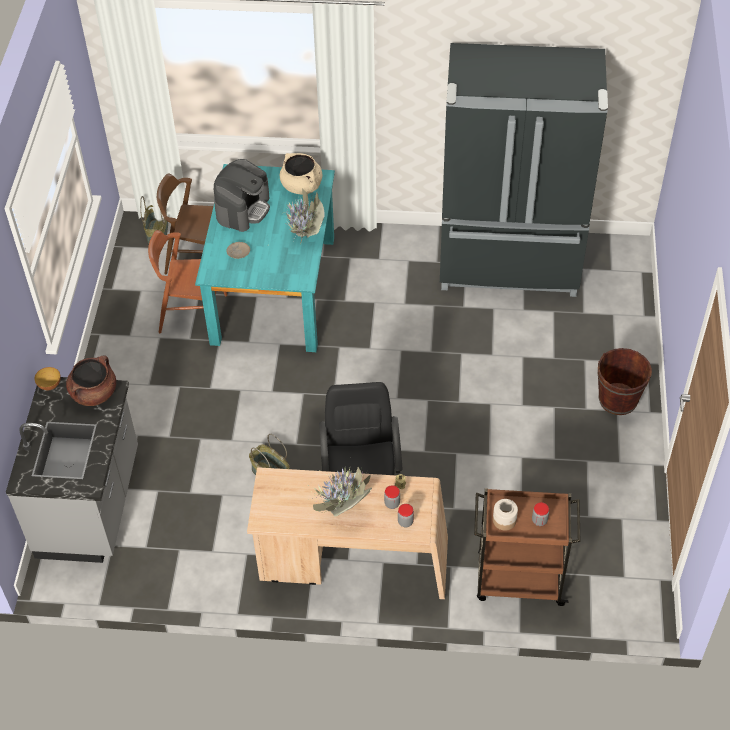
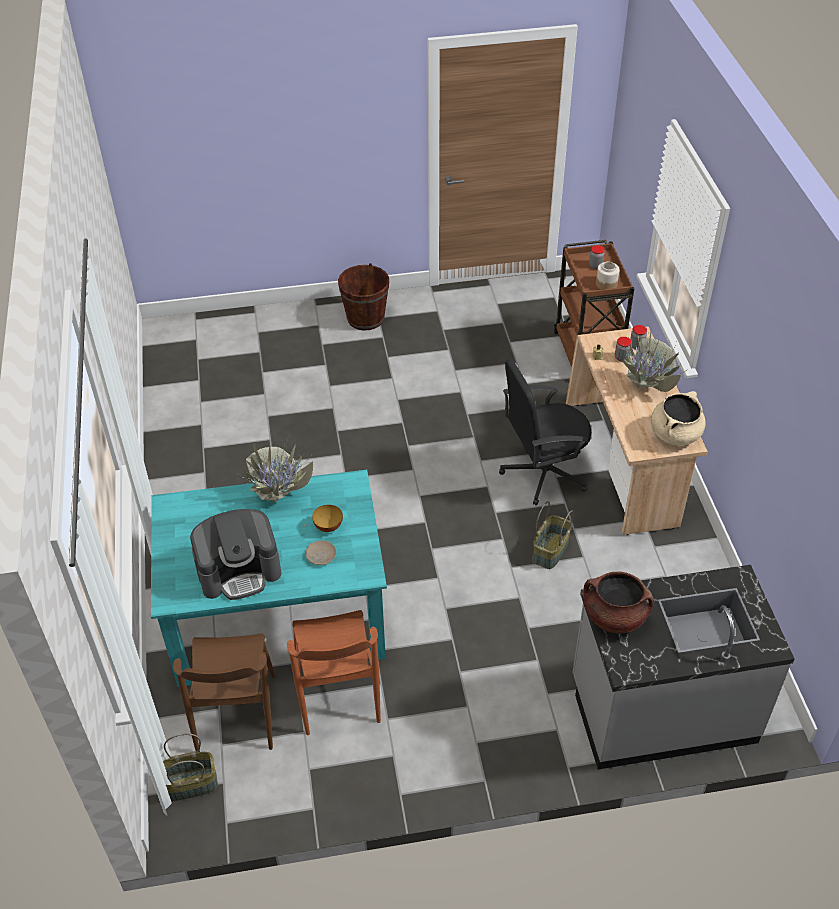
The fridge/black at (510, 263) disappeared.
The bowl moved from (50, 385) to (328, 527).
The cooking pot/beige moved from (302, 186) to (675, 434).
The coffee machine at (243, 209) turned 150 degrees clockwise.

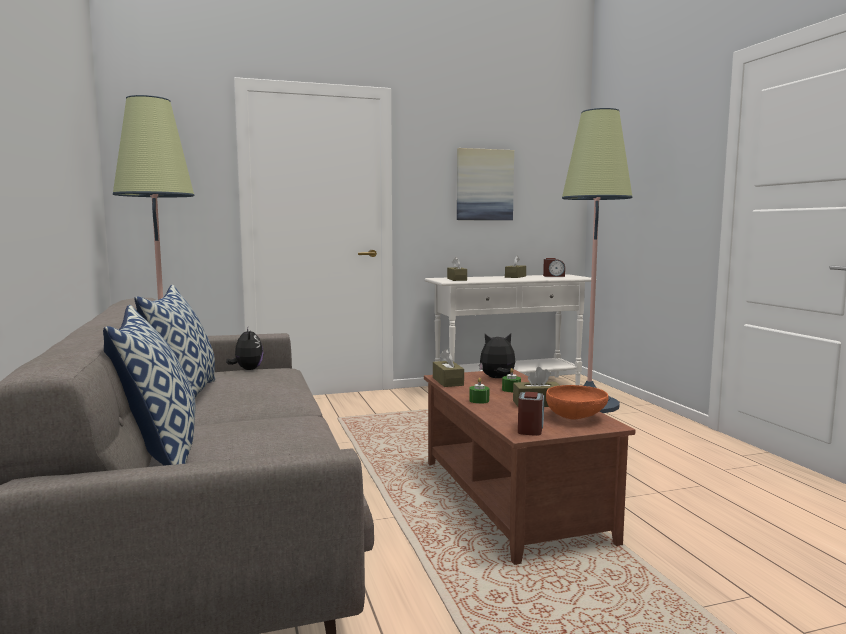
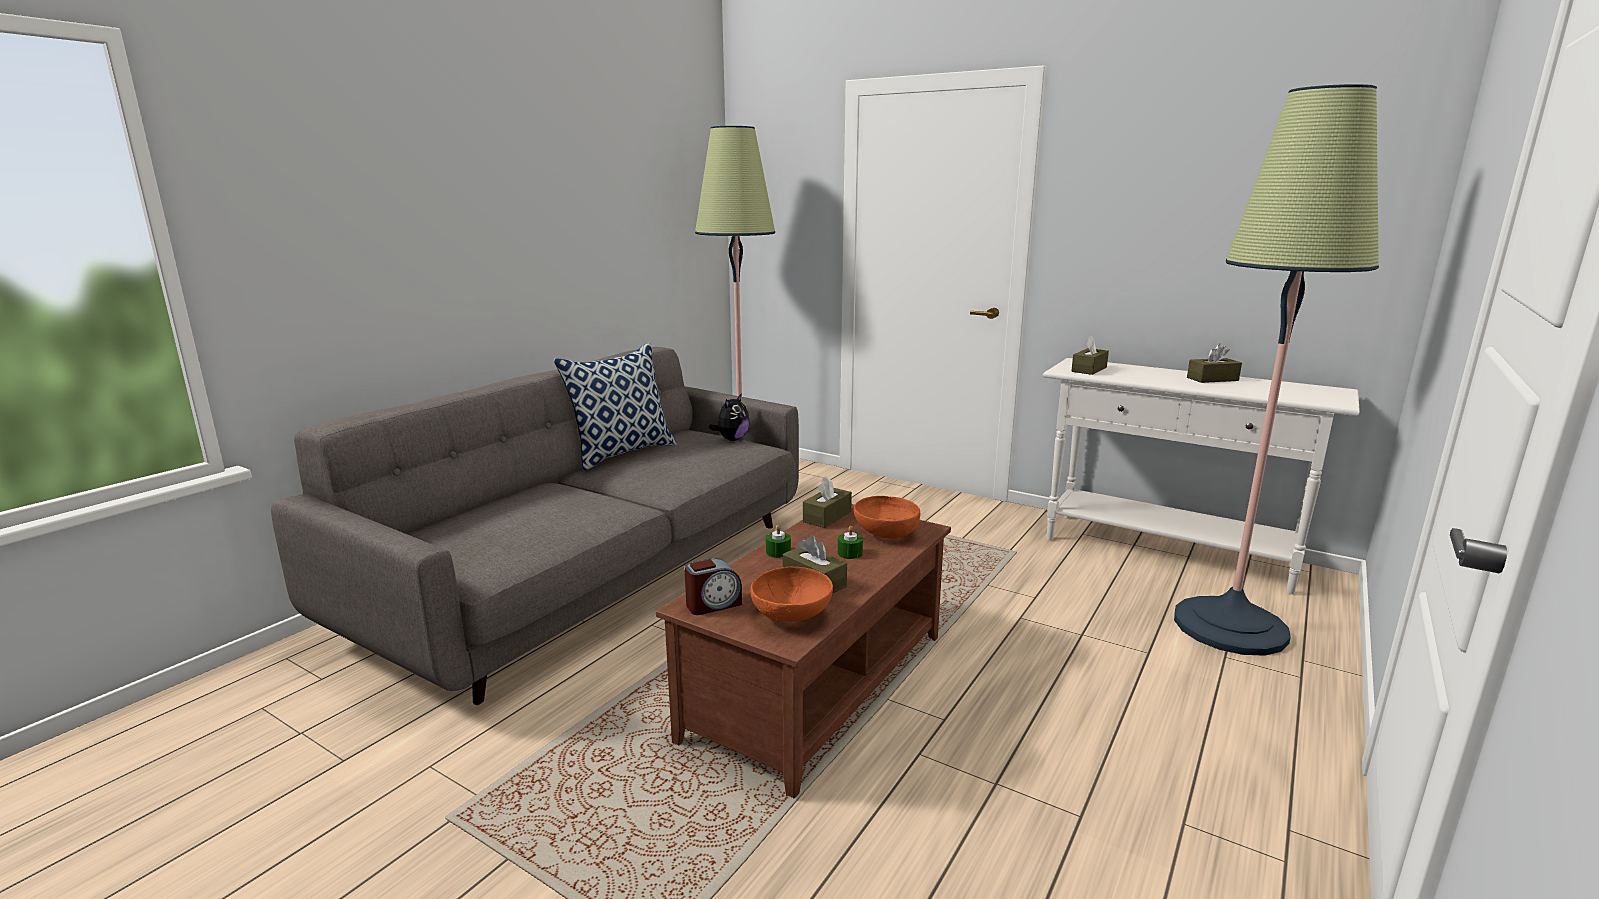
The pillow at (158, 454) disappeared.
The picture at (484, 185) disappeared.
The alarm clock at (553, 276) disappeared.
The plush toy at (497, 378) was replaced by the bowl/orange at (885, 533).

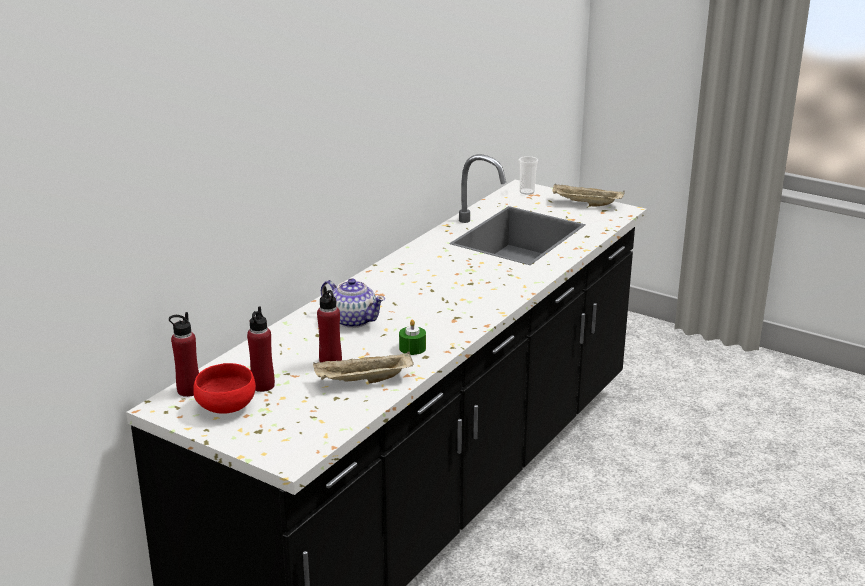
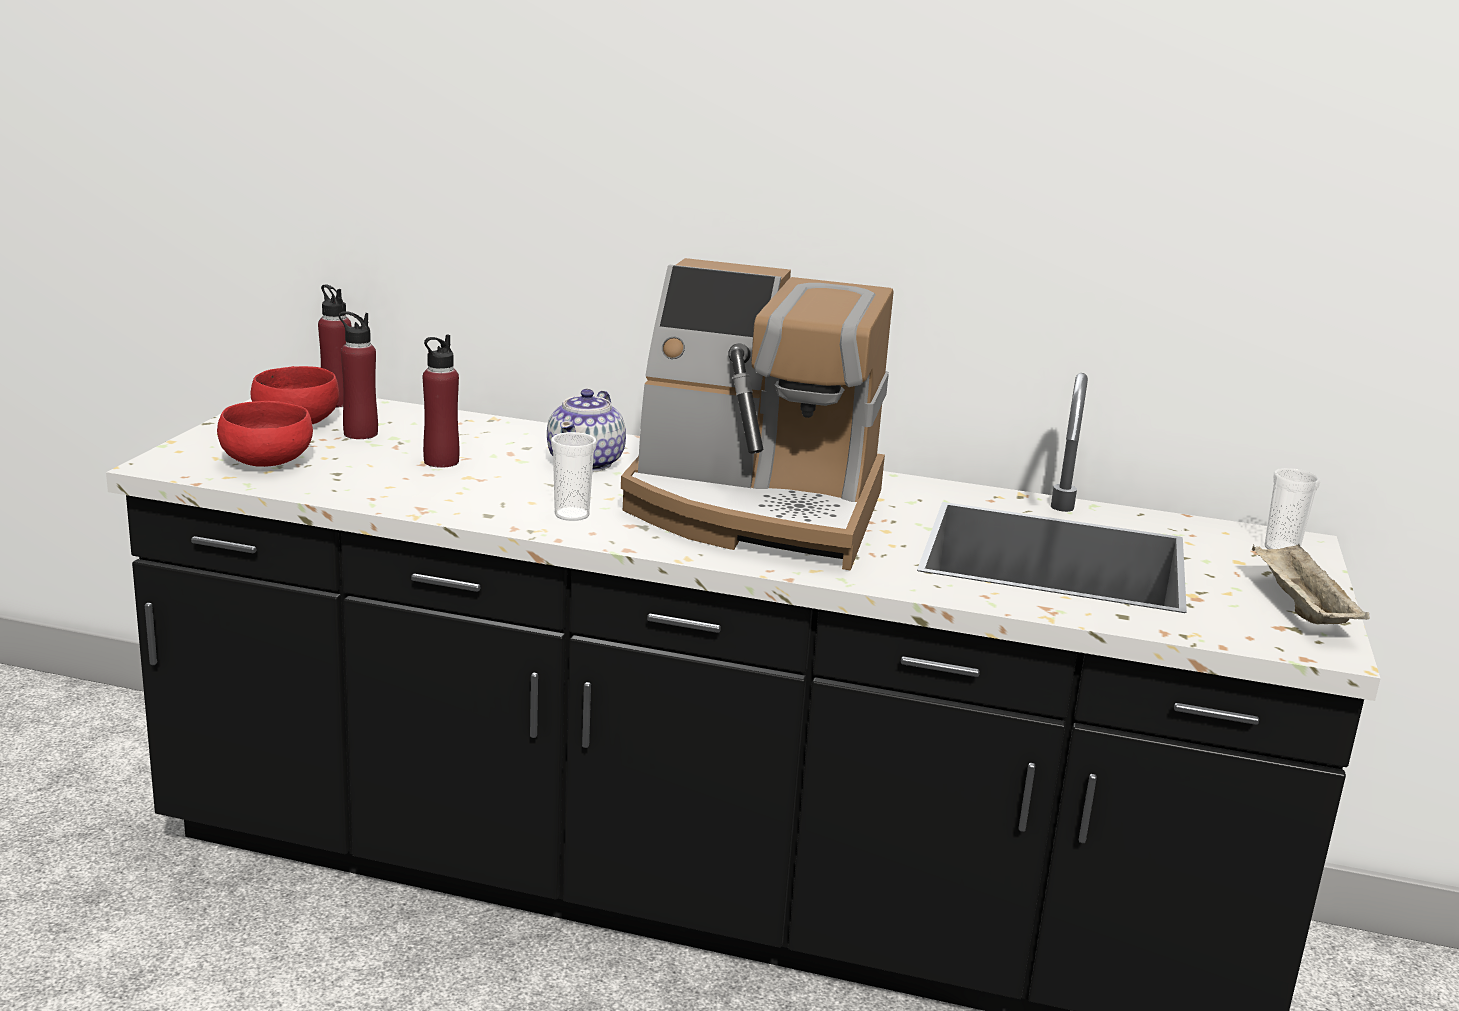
The tray/beige at (363, 381) disappeared.
The candle/green at (412, 348) disappeared.
The bowl/red at (269, 463) appeared.
The cup at (572, 515) appeared.
The coffee machine at (756, 510) appeared.

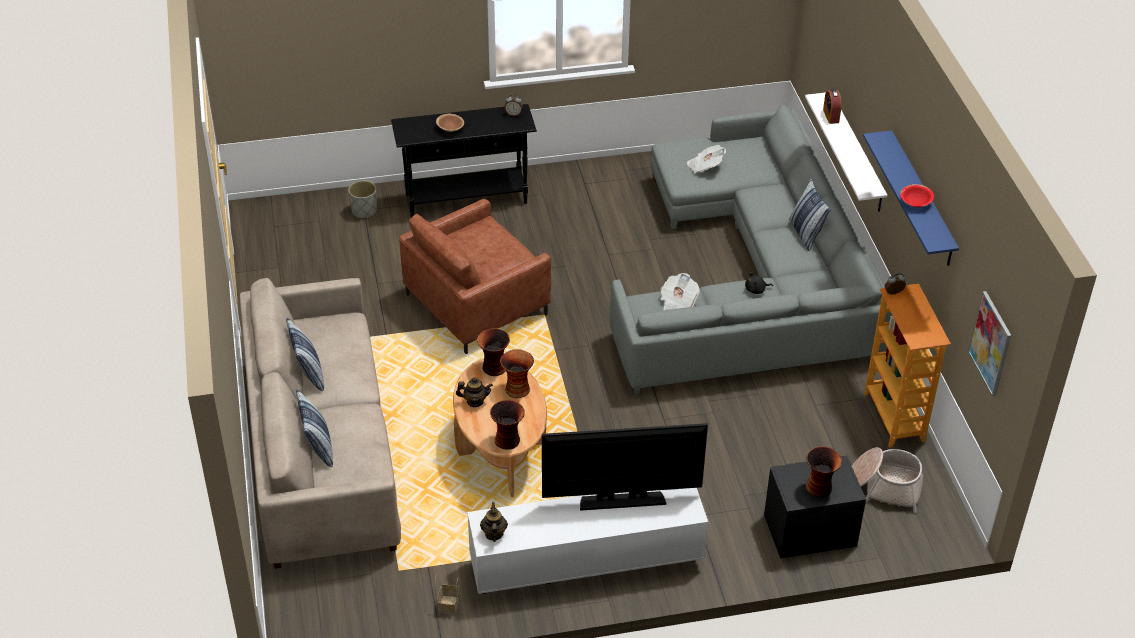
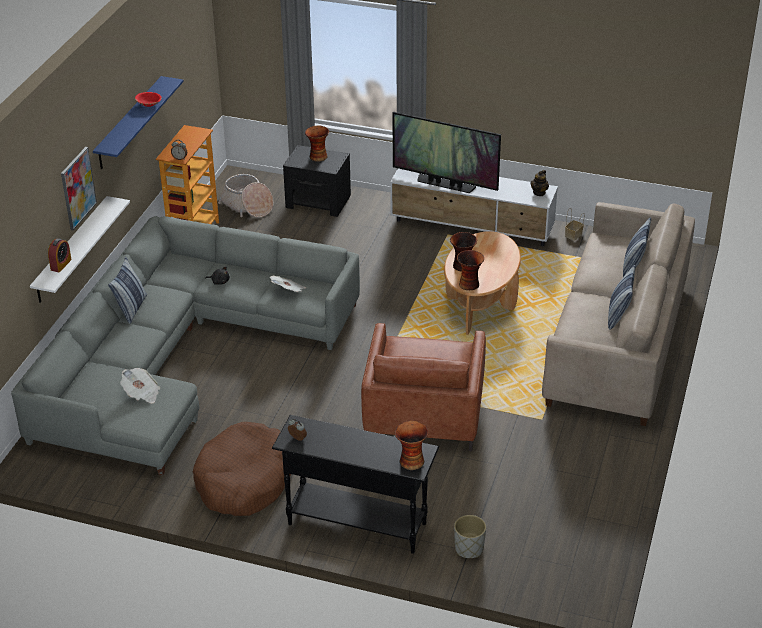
The bowl/brown at (450, 128) disappeared.
The teapot at (475, 401) disappeared.
The dog bed/brown at (244, 480) appeared.
The vase moved from (508, 440) to (411, 461).
The picture moved from (990, 343) to (78, 188).
The armchair/brown at (476, 304) turned 105 degrees clockwise.

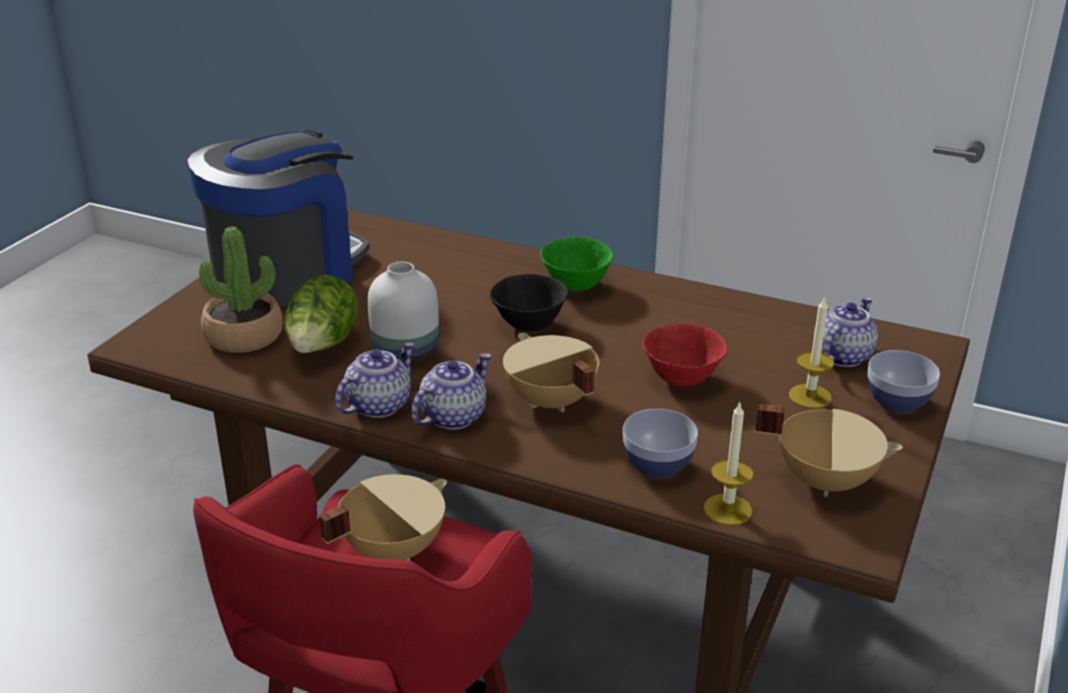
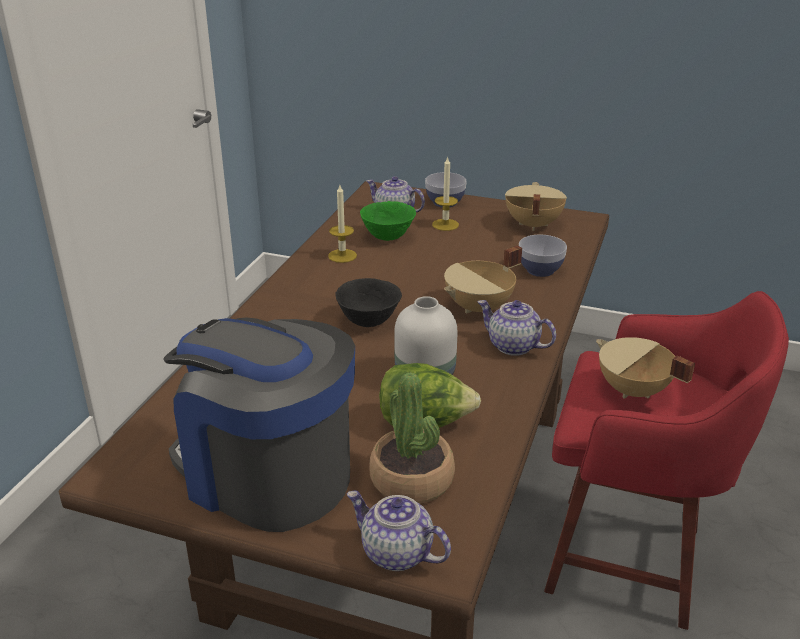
The bowl/red at (683, 379) disappeared.
The teapot moved from (378, 405) to (396, 553).
The bowl/green moved from (575, 286) to (388, 237).
The candle moved from (727, 509) to (342, 256).

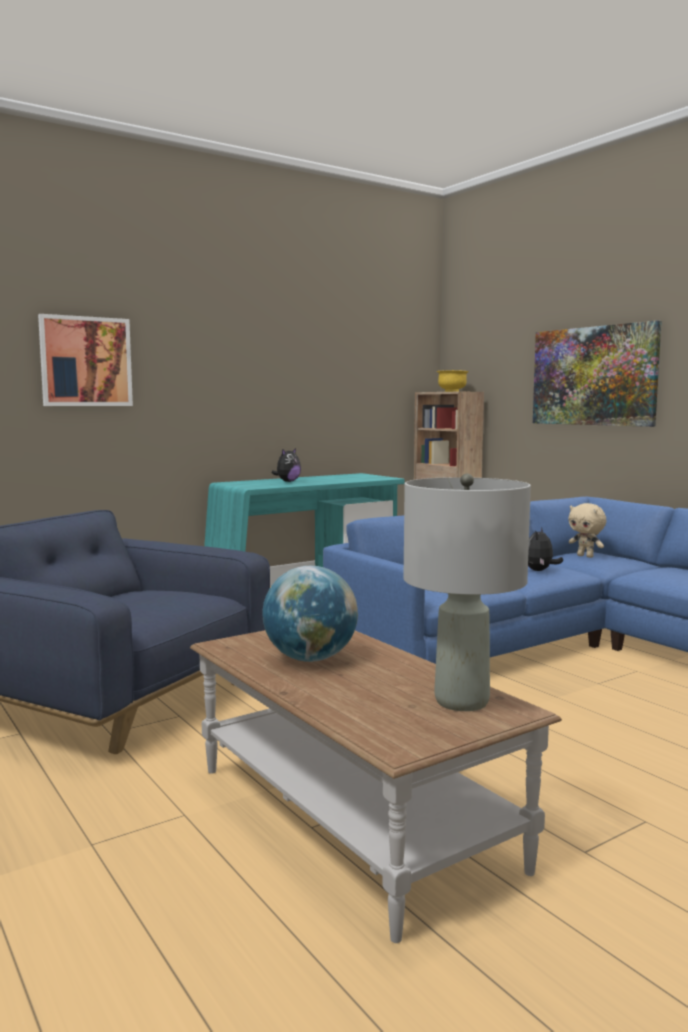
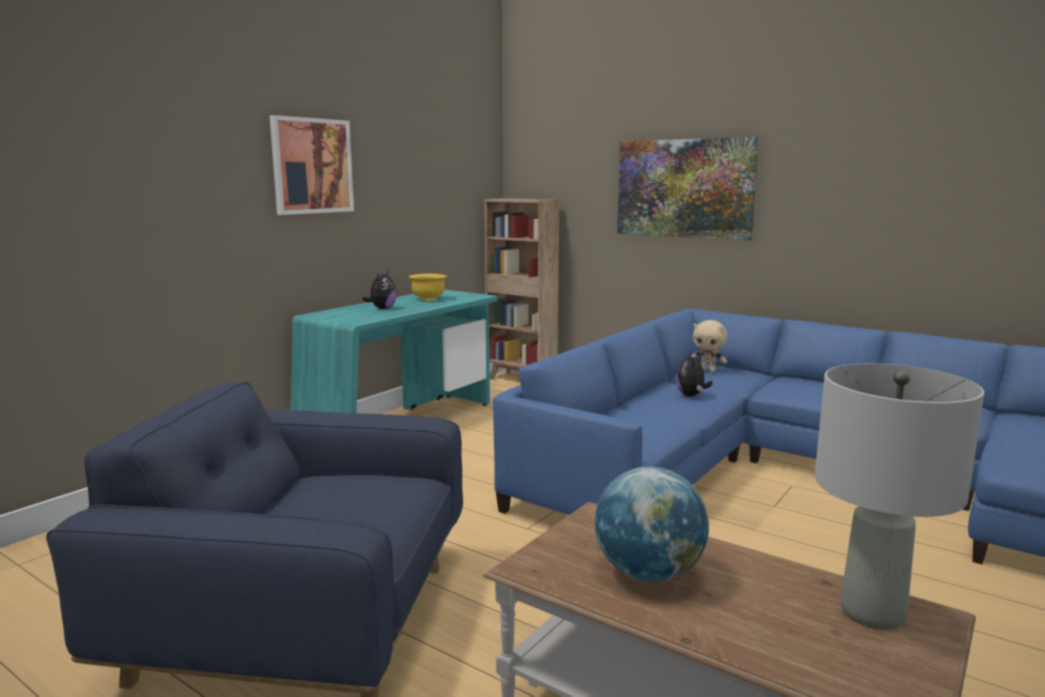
The picture moved from (86, 361) to (312, 166).
The bowl/yellow moved from (452, 391) to (428, 299).

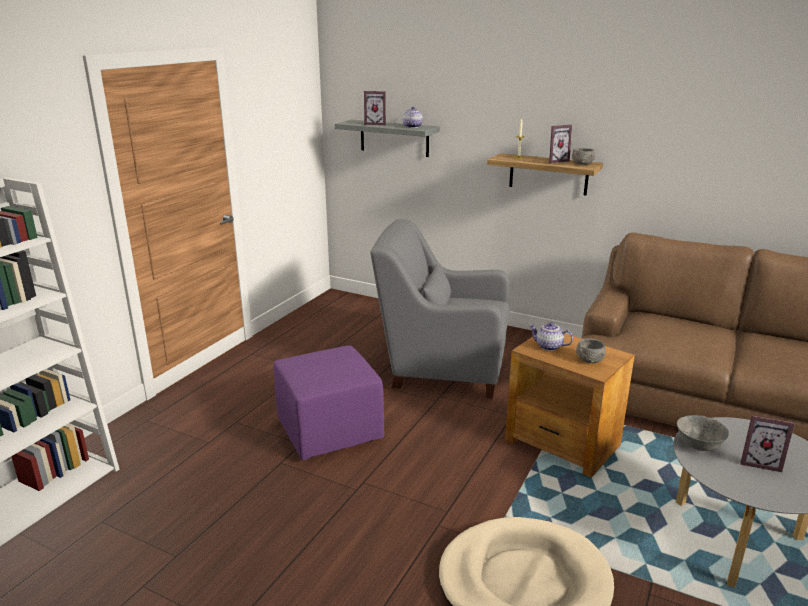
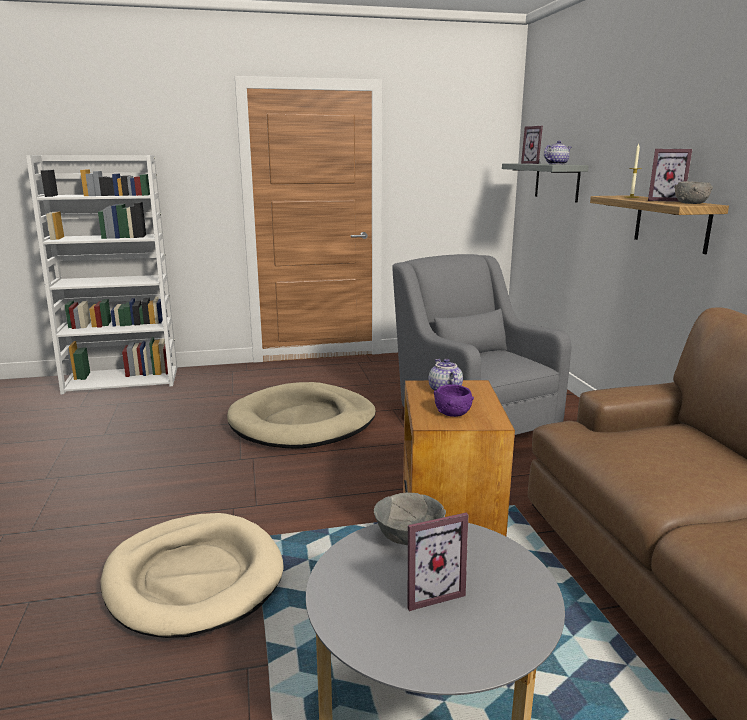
The ottoman/purple at (330, 430) was replaced by the dog bed/beige at (303, 422).
The bowl/grey at (589, 359) became the bowl/purple at (452, 412).
The picture frame at (759, 462) turned 90 degrees counterclockwise.

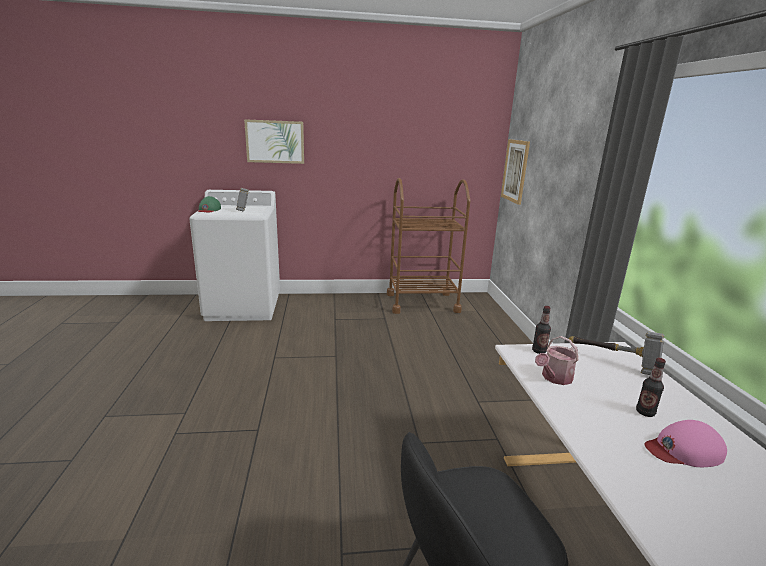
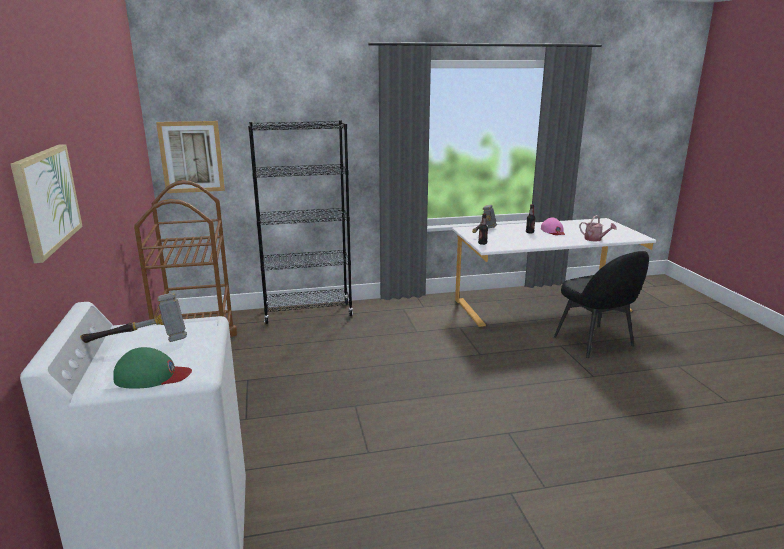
The bookcase/black at (308, 313) appeared.
The watering can moved from (554, 378) to (595, 239).

